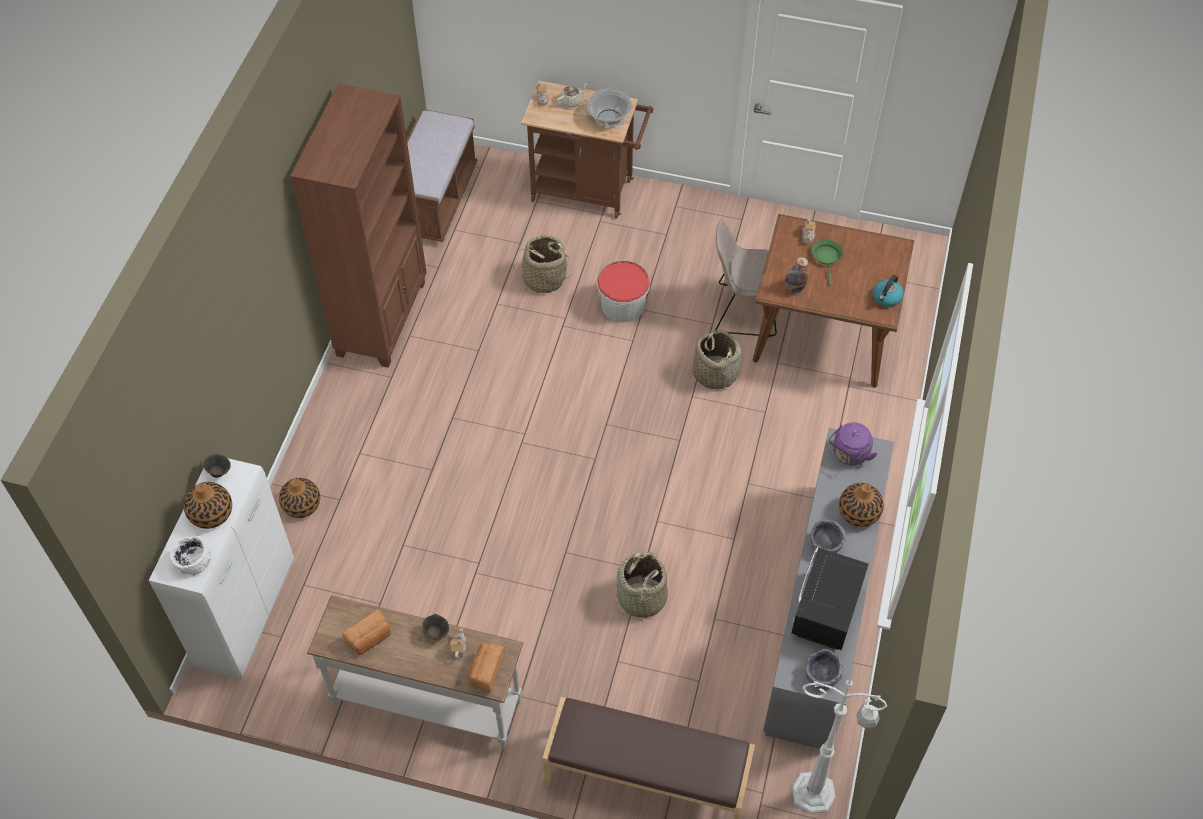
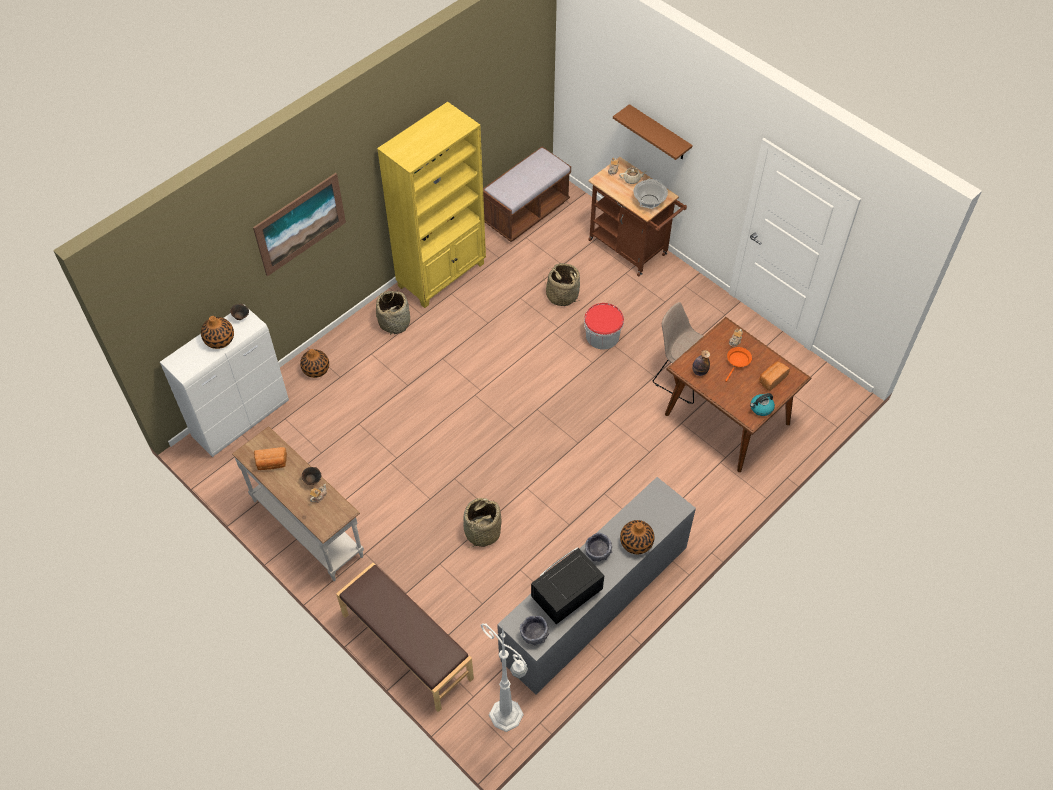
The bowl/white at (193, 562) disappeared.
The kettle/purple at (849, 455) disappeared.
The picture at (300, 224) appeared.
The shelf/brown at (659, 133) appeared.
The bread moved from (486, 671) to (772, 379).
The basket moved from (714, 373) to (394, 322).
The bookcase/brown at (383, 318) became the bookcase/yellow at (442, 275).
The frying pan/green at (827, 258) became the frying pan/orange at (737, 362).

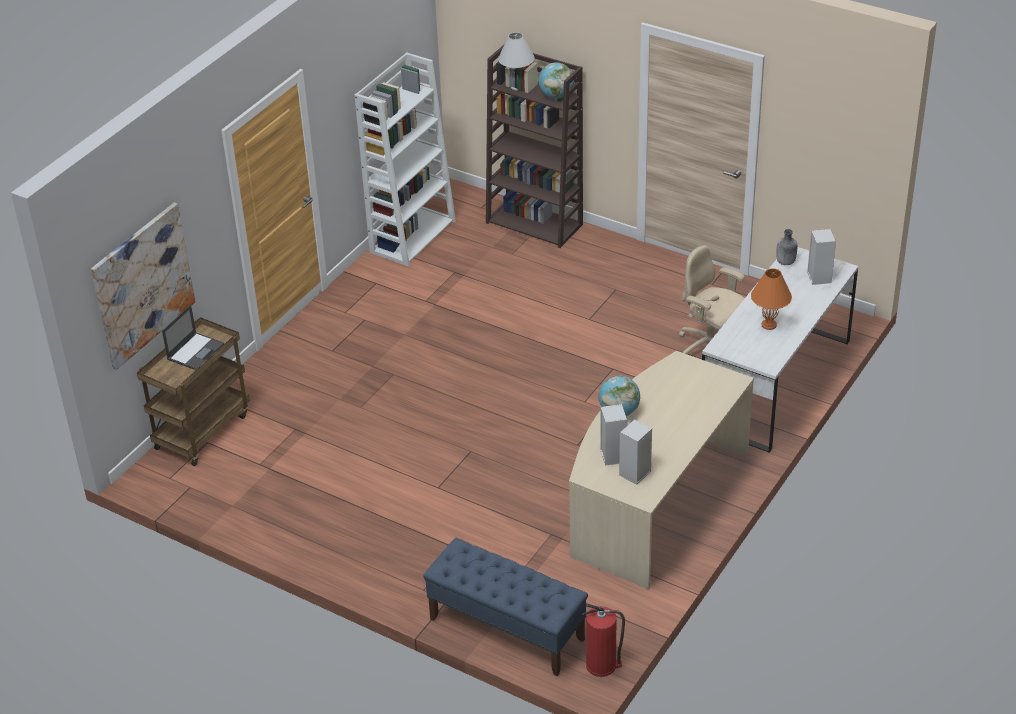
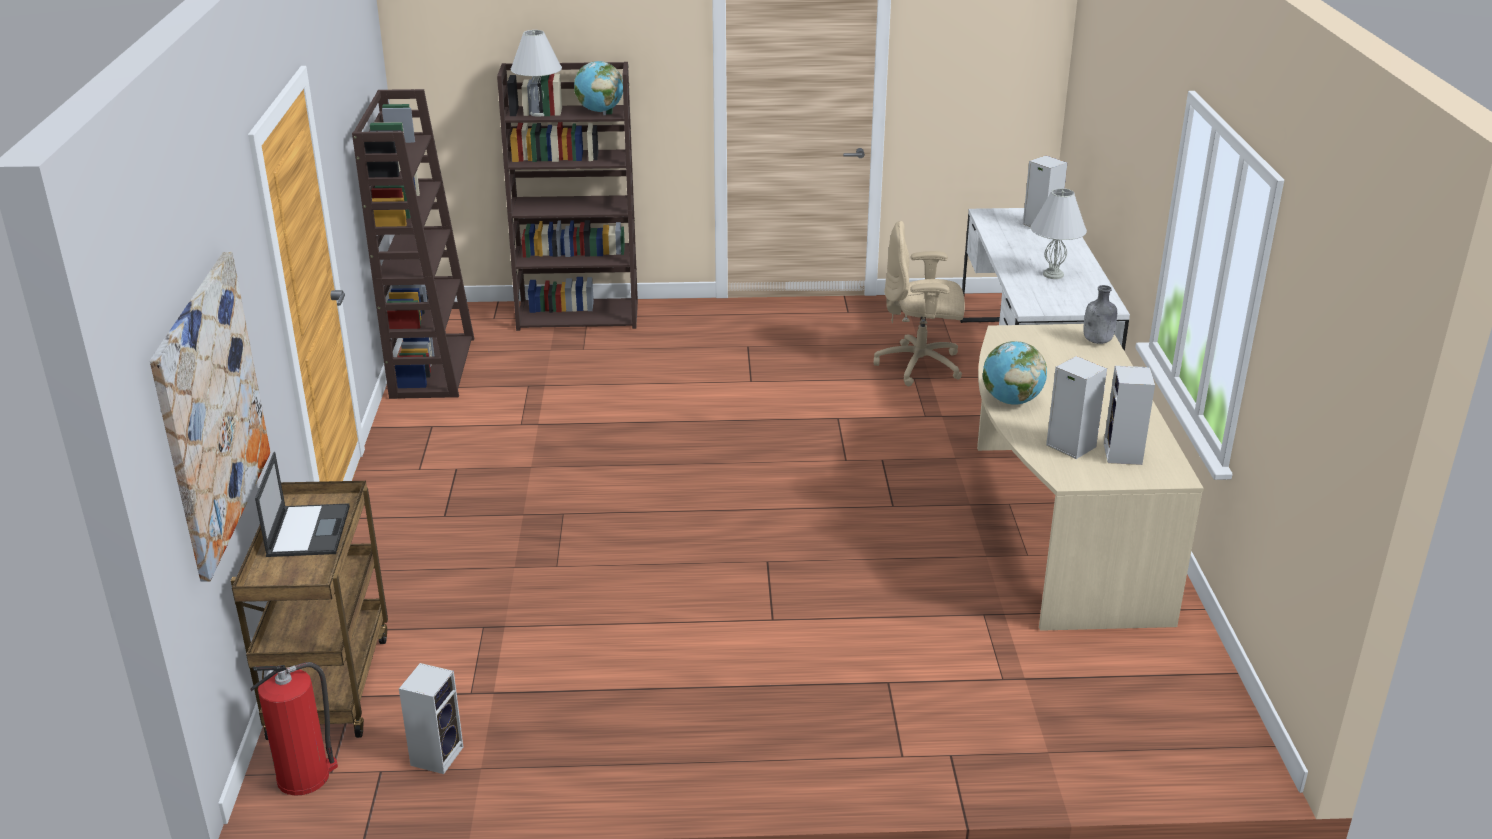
The bench/blue at (506, 629) disappeared.
The speaker at (437, 754) appeared.
The fire extinguisher moved from (602, 665) to (305, 776).
The bottle/grey moved from (785, 262) to (1098, 341).
The bookcase/white at (412, 236) became the bookcase/brown at (432, 366).
The table lamp/orange at (769, 324) became the table lamp/white at (1053, 274).

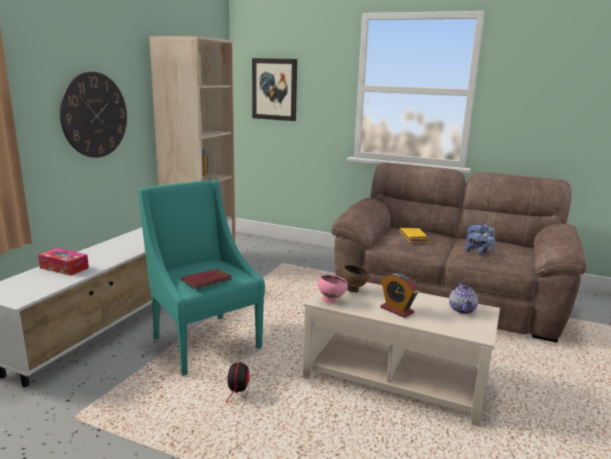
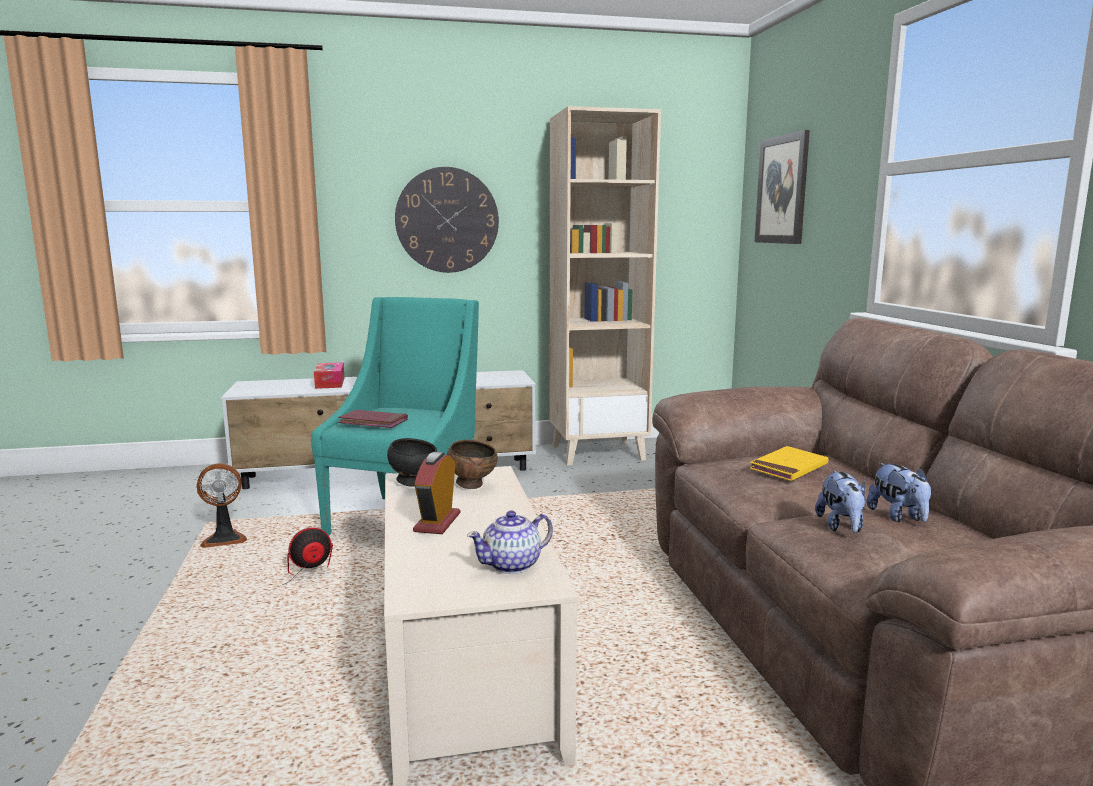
The fan at (224, 539) appeared.
The bowl/pink at (331, 301) became the bowl/black at (413, 483).

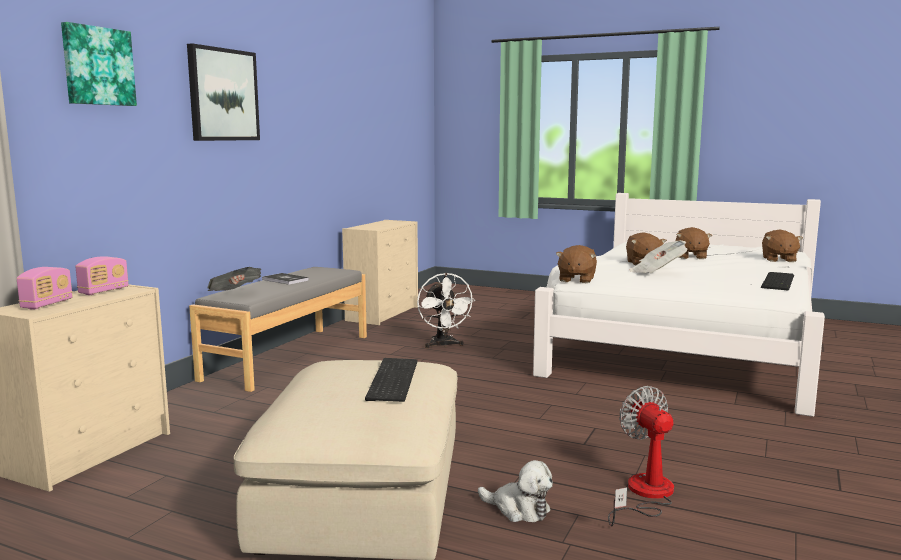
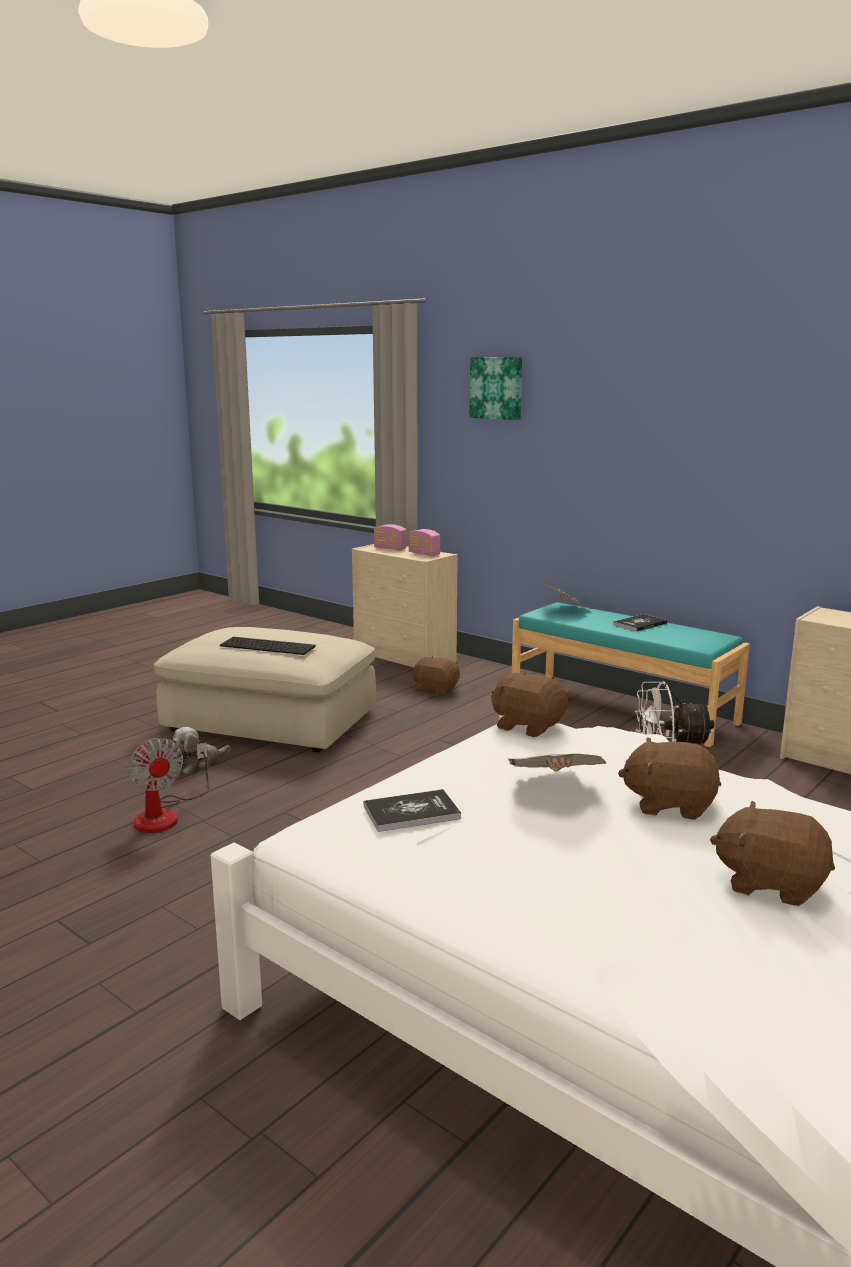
The picture at (223, 95) disappeared.
The keyboard at (779, 281) disappeared.
The book at (411, 812) appeared.
The plush toy/brown moved from (778, 259) to (435, 690).
The bench/grey at (288, 357) became the bench/turquoise at (621, 707).
The fan at (645, 495) turned 60 degrees clockwise.

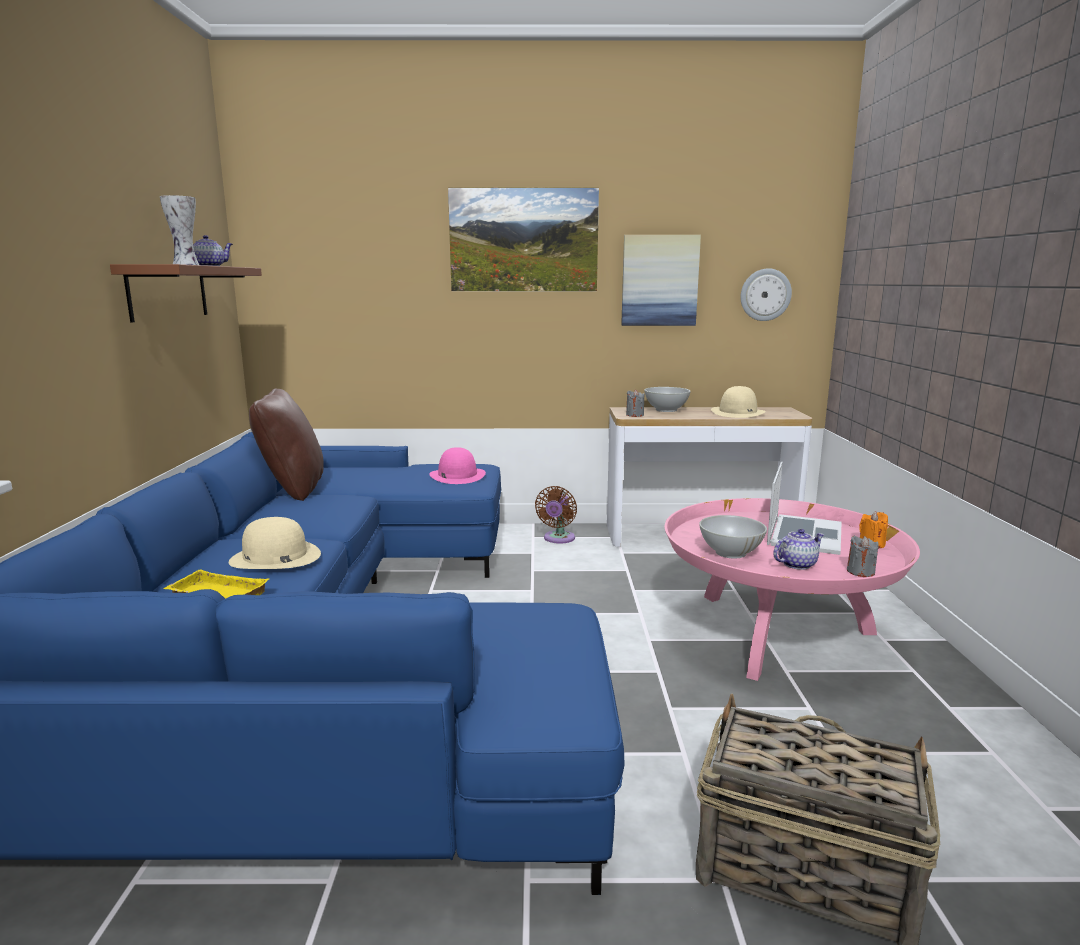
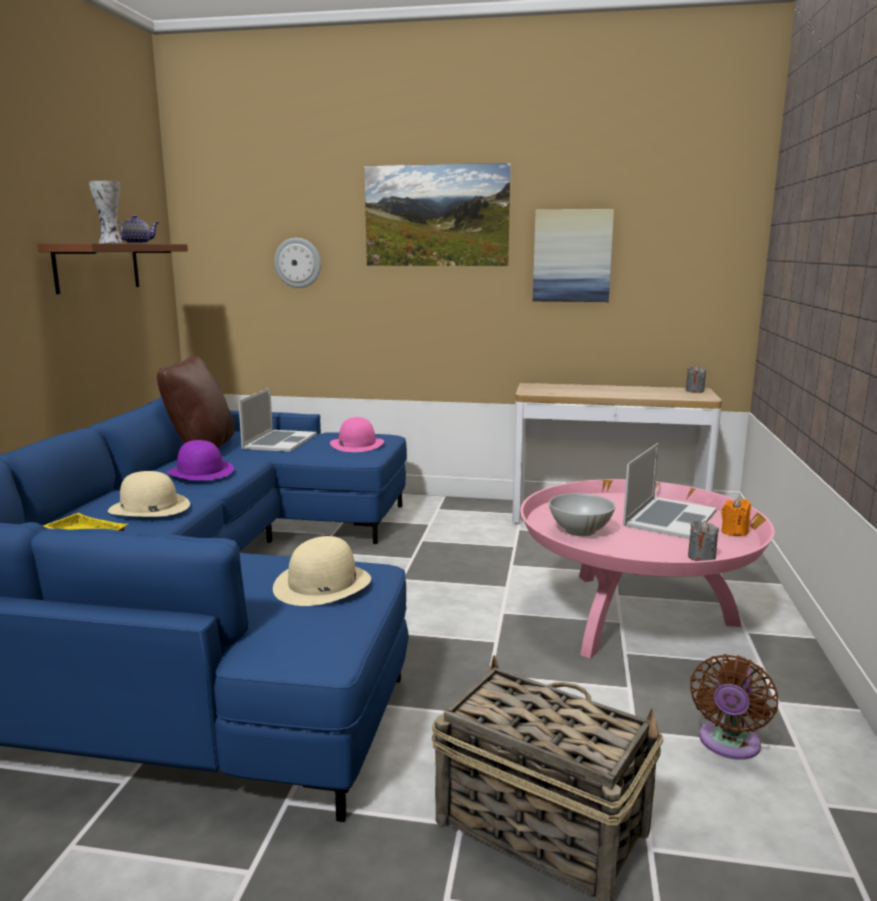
The bowl/white at (666, 410) disappeared.
The teapot at (796, 564) disappeared.
The hat/purple at (201, 471) appeared.
The laptop at (279, 441) appeared.
The fan/brown moved from (558, 539) to (728, 744).
The candle/grey moved from (634, 415) to (694, 391).
The hat/beige moved from (738, 412) to (322, 584).
The wall clock moved from (765, 295) to (298, 263).

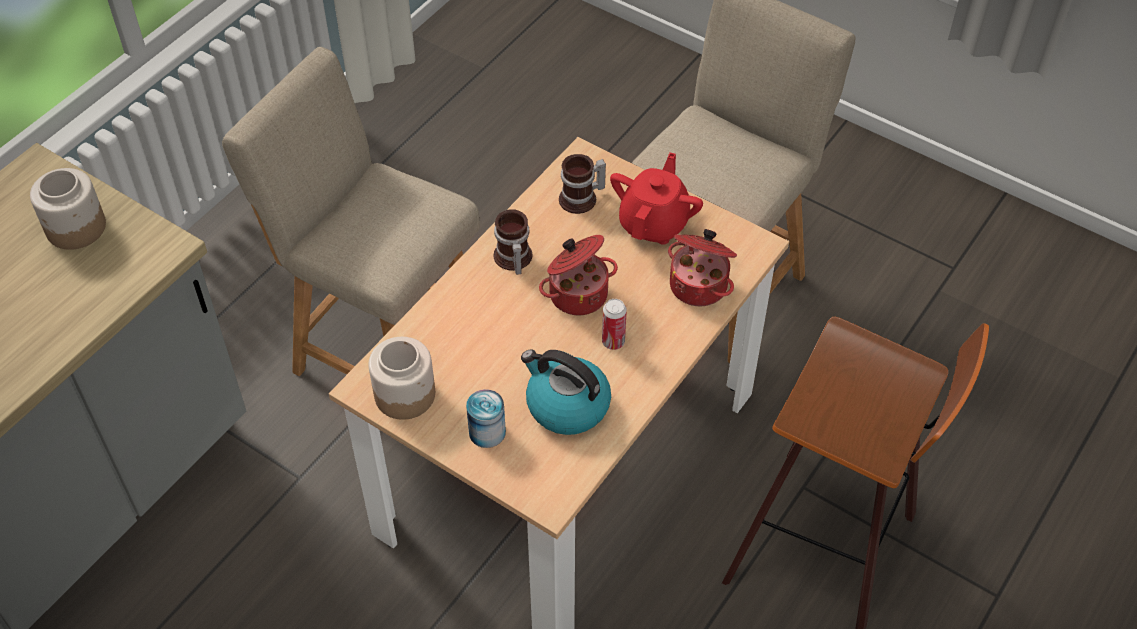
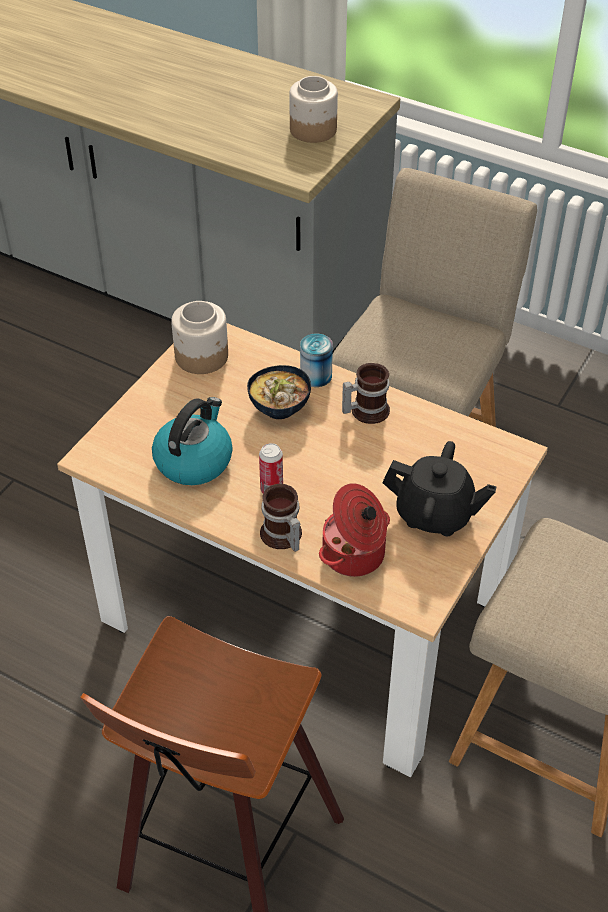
The cooking pot at (577, 293) disappeared.
The bowl at (280, 409) appeared.
The can moved from (487, 432) to (316, 376).
The mug moved from (582, 199) to (281, 537).
The teapot/red at (654, 223) became the teapot/black at (435, 514).

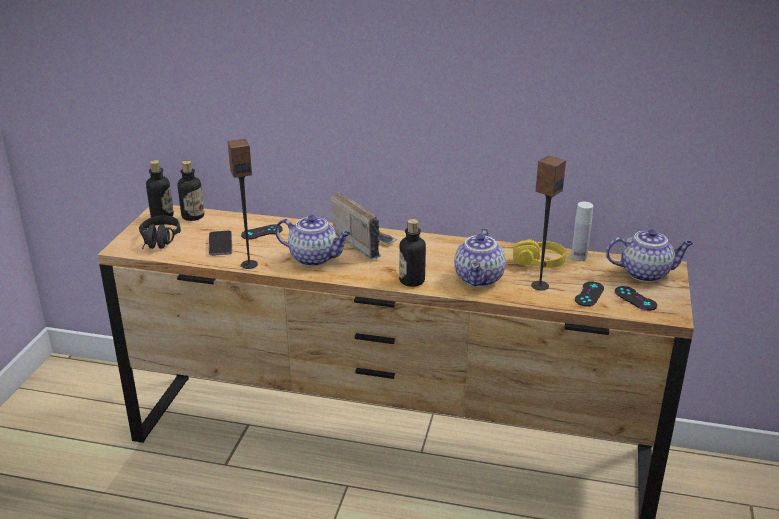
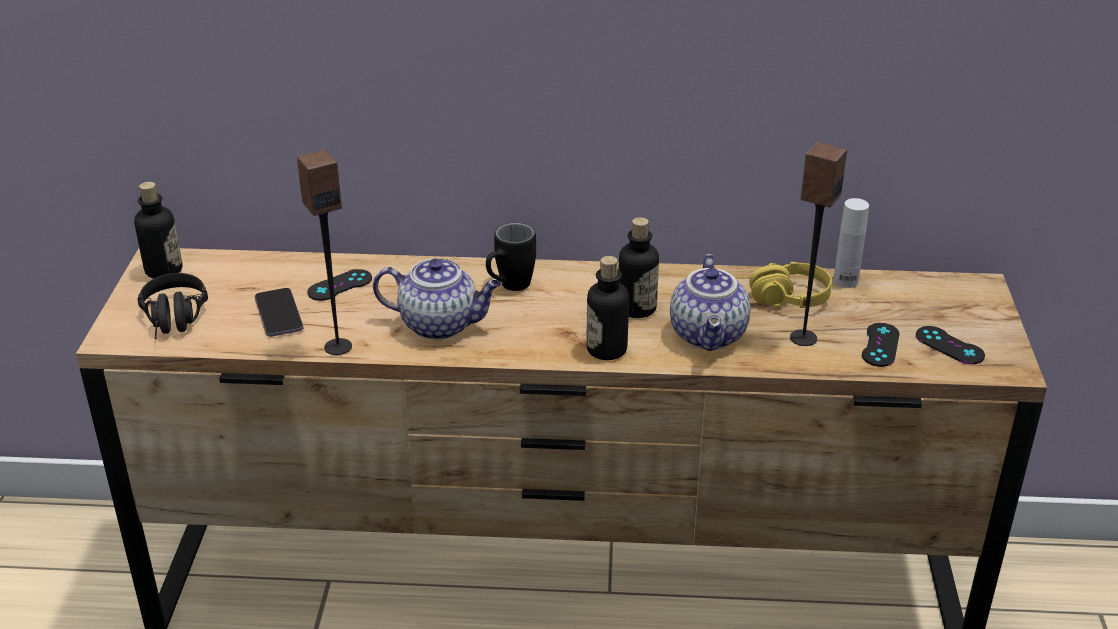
The teapot at (646, 273) disappeared.
The bottle moved from (193, 216) to (637, 308).
The radio at (363, 242) was replaced by the mug/black at (509, 287).

